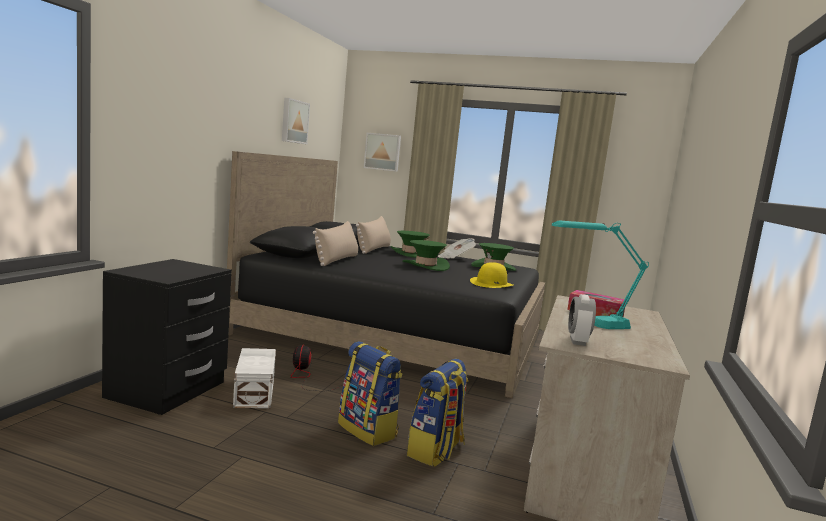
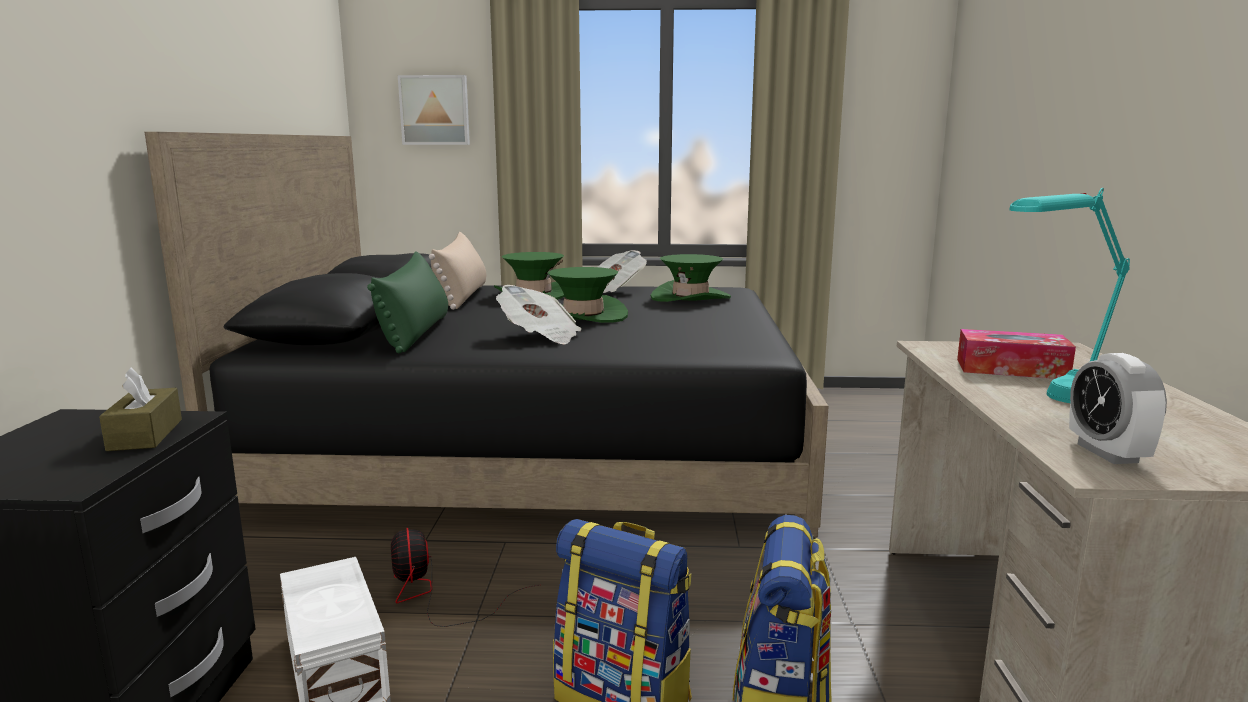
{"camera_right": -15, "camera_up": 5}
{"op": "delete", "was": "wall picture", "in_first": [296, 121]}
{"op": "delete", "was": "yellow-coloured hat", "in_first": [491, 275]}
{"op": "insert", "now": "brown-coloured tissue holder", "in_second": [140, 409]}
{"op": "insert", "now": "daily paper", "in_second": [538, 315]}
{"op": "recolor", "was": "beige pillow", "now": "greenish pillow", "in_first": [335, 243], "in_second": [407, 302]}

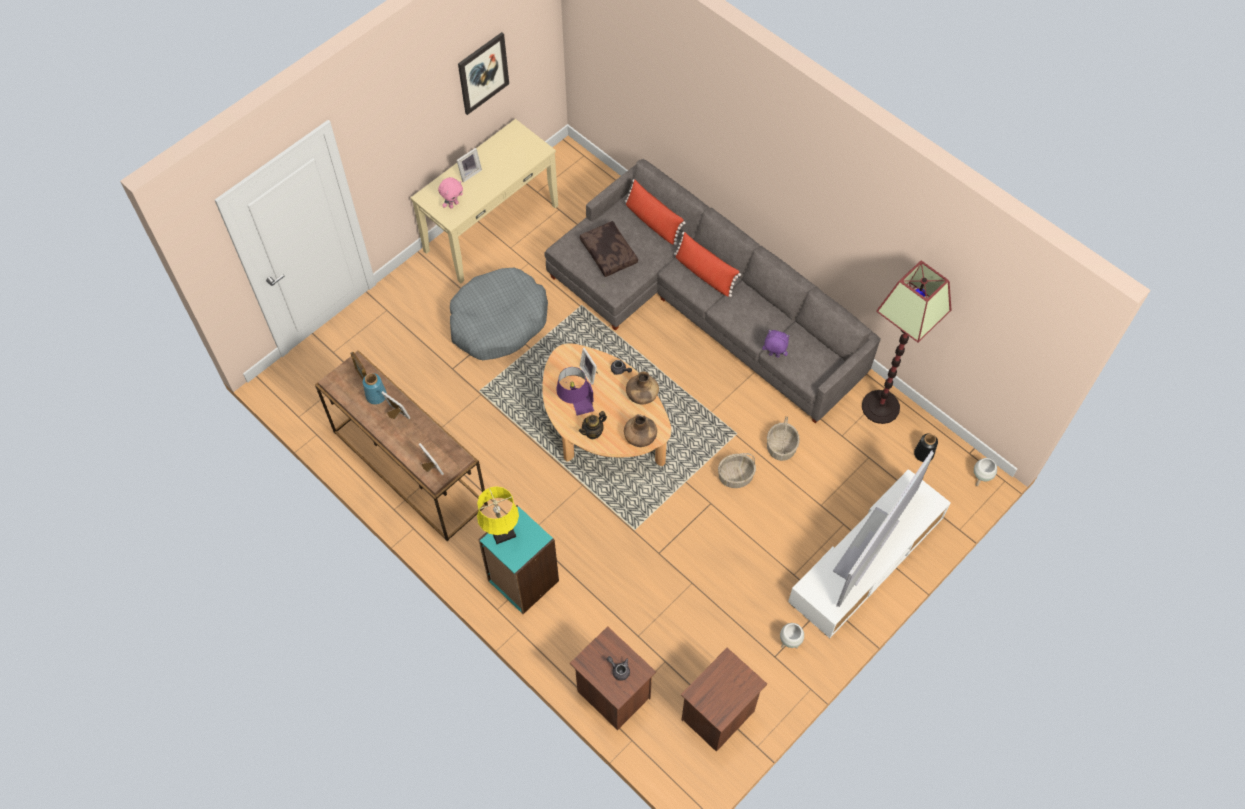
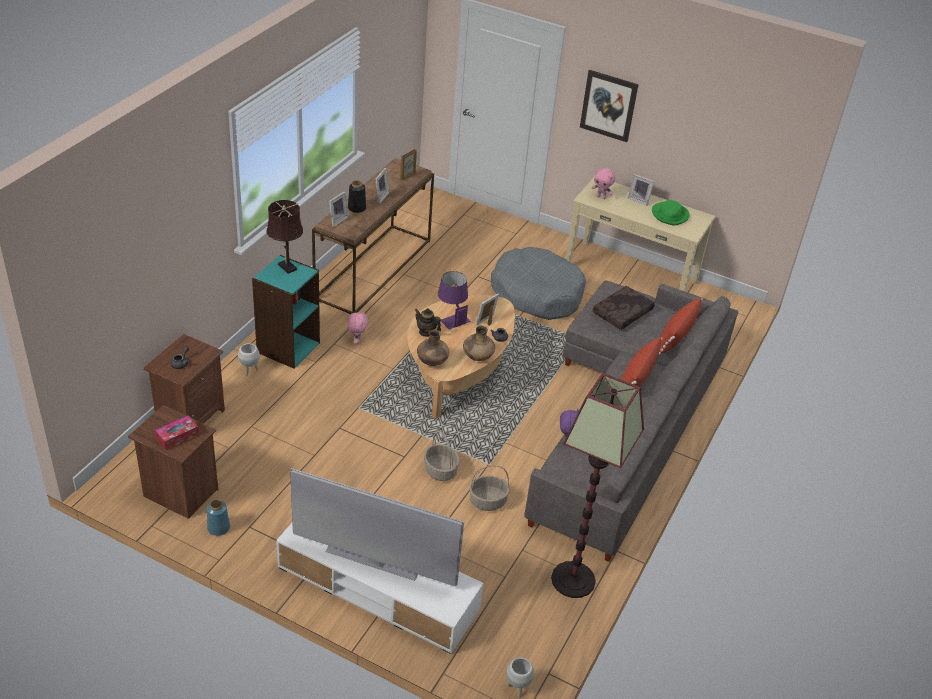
{"camera_right": 70, "camera_up": -20}
{"op": "insert", "now": "tissue holder", "in_second": [177, 432]}
{"op": "insert", "now": "pinkish cuddly toy", "in_second": [358, 327]}
{"op": "insert", "now": "greenish hat", "in_second": [671, 213]}
{"op": "move", "was": "blue decorative vase", "in_first": [375, 389], "in_second": [218, 517]}
{"op": "move", "was": "wall picture", "in_first": [483, 73], "in_second": [609, 106]}
{"op": "move", "was": "whitish planter", "in_first": [792, 636], "in_second": [249, 359]}
{"op": "move", "was": "black decorative vase", "in_first": [926, 448], "in_second": [357, 196]}
{"op": "recolor", "was": "yellow-coloured table lamp", "now": "brown-coloured table lamp", "in_first": [498, 515], "in_second": [285, 237]}

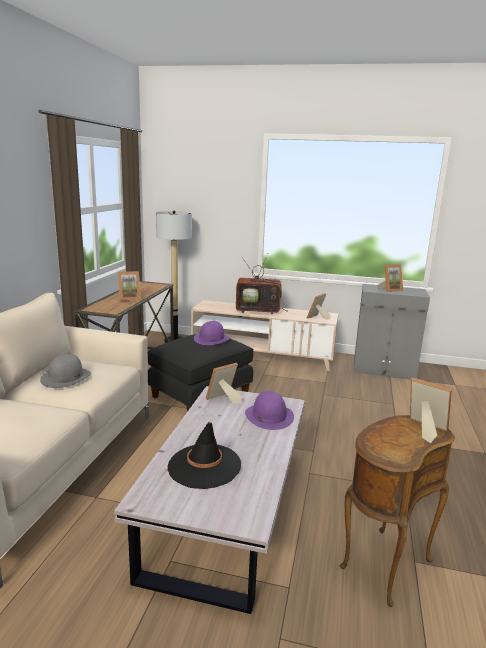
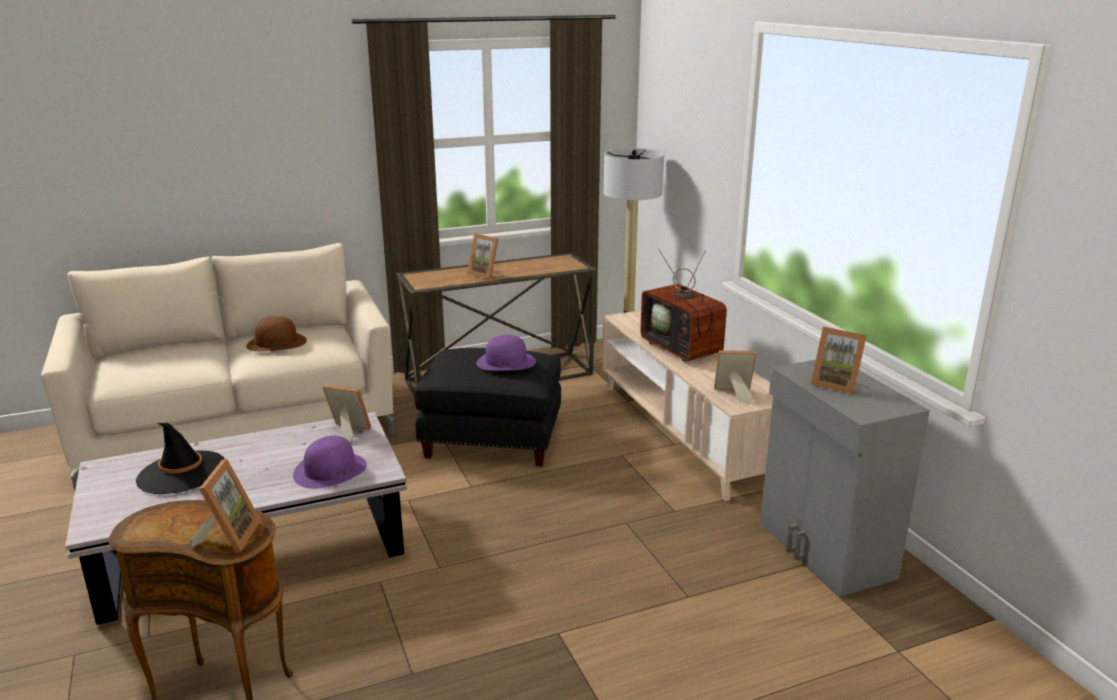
{"camera_right": 55, "camera_up": 5}
{"op": "recolor", "was": "grey hat", "now": "brown-coloured hat", "in_first": [65, 371], "in_second": [277, 334]}

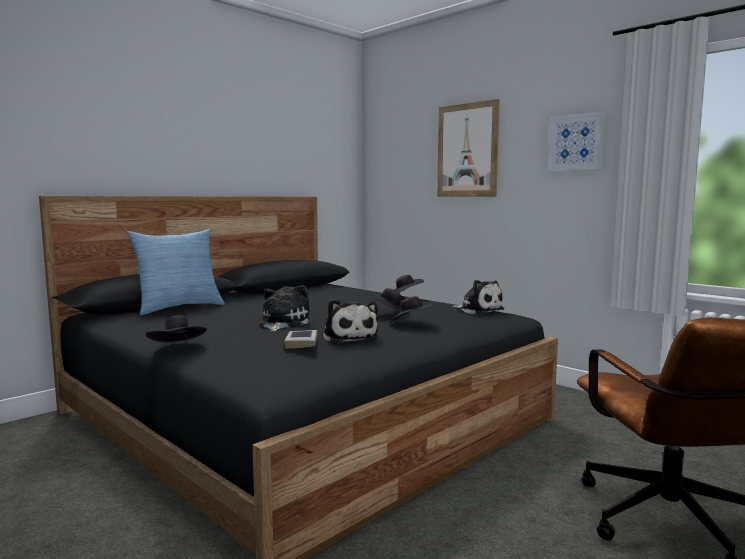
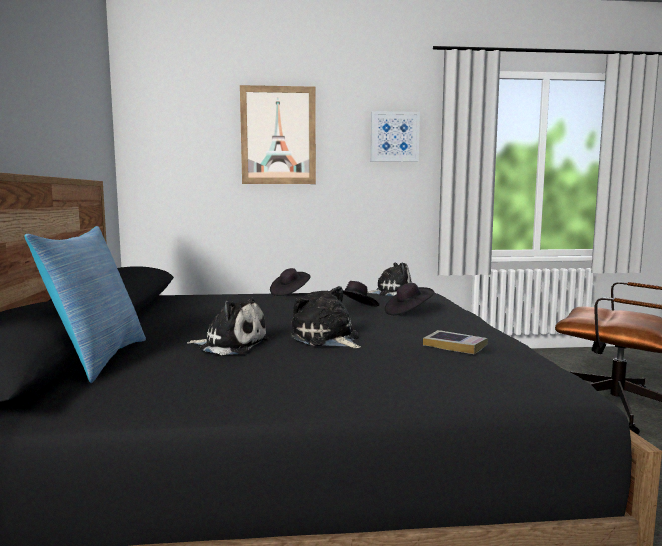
{"camera_right": -50, "camera_up": 0}
{"op": "delete", "was": "black hat", "in_first": [176, 329]}
{"op": "move", "was": "cuddly toy", "in_first": [350, 321], "in_second": [228, 326]}

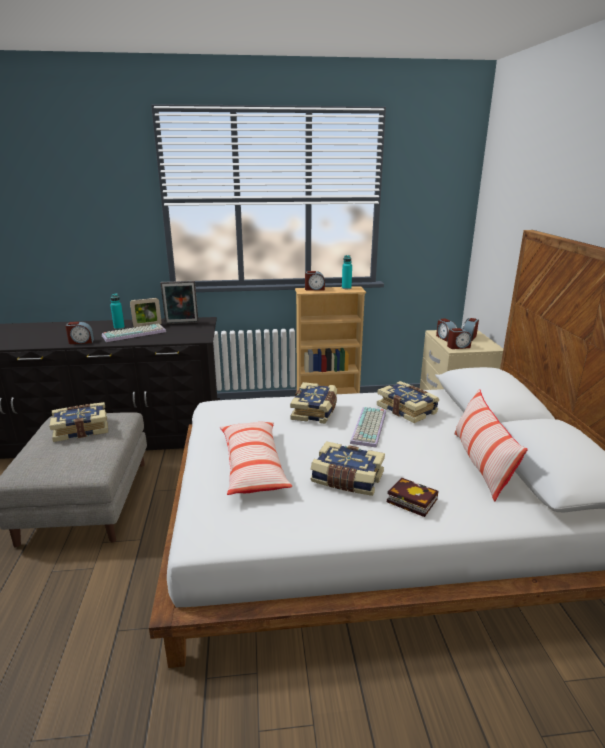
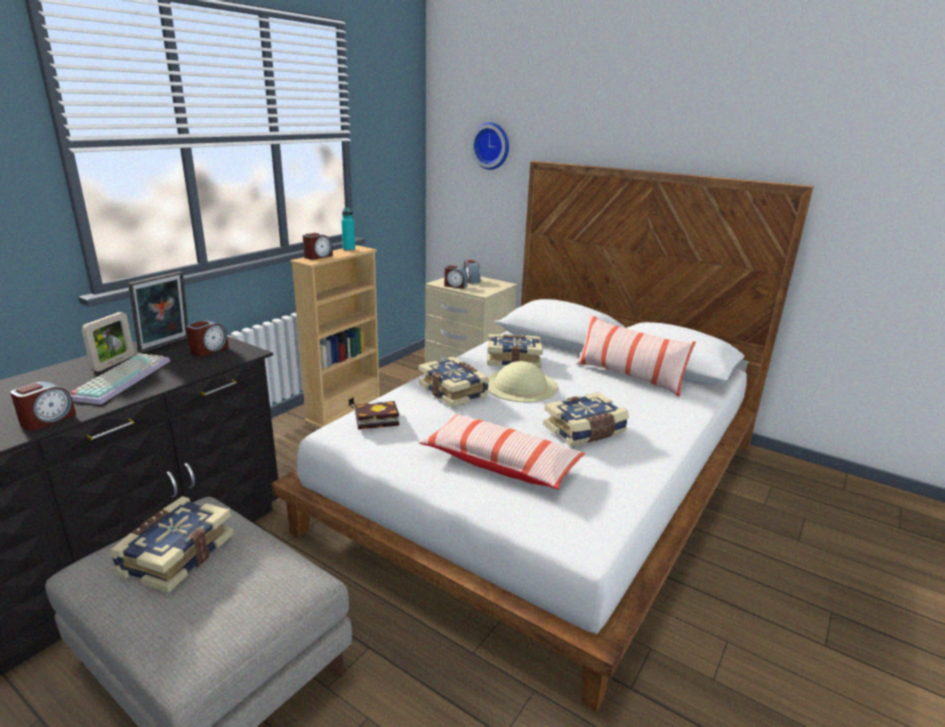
{"camera_right": -50, "camera_up": 0}
{"op": "delete", "was": "turquoise-coloured bottle", "in_first": [117, 311]}
{"op": "insert", "now": "hanging clock", "in_second": [490, 146]}
{"op": "move", "was": "volume", "in_first": [412, 497], "in_second": [377, 415]}
{"op": "move", "was": "bedside clock", "in_first": [459, 338], "in_second": [207, 338]}
{"op": "replace", "was": "keyboard", "now": "beige hat", "in_first": [368, 427], "in_second": [523, 381]}

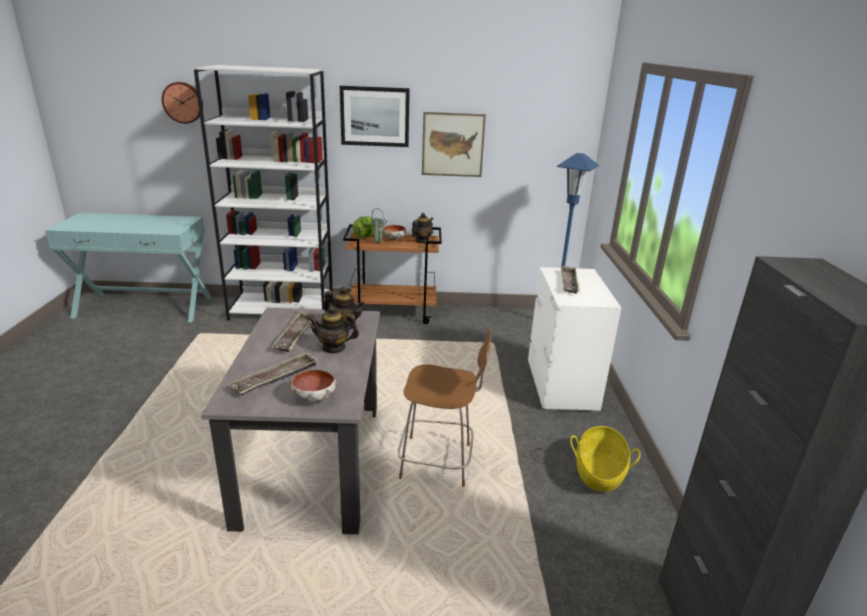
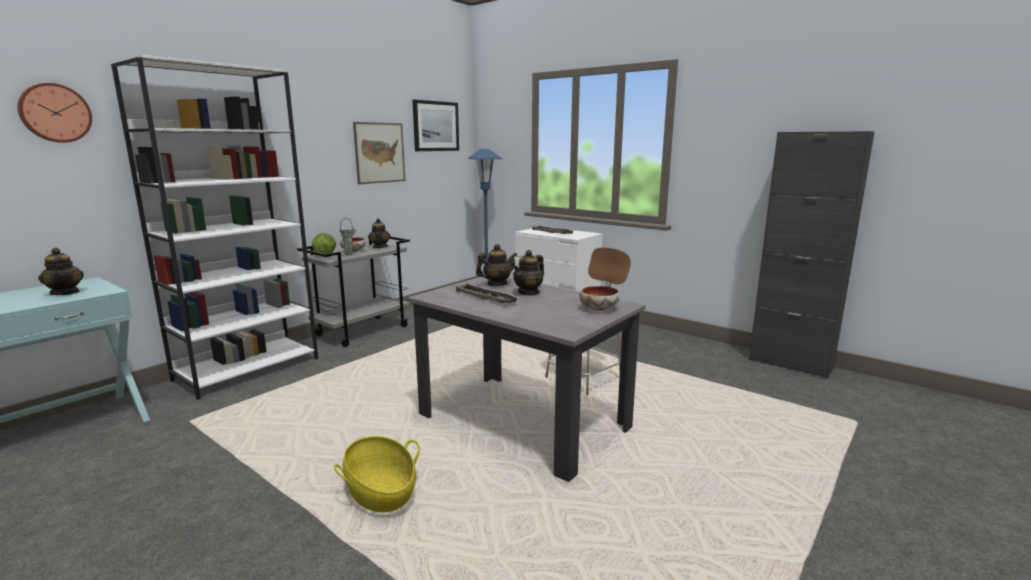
{"camera_right": -50, "camera_up": -10}
{"op": "delete", "was": "tray", "in_first": [273, 373]}
{"op": "insert", "now": "teapot", "in_second": [61, 271]}
{"op": "move", "was": "wall picture", "in_first": [375, 116], "in_second": [435, 125]}
{"op": "move", "was": "storage basket", "in_first": [605, 459], "in_second": [377, 474]}
{"op": "recolor", "was": "brown-coloured wheeled cart", "now": "grey wheeled cart", "in_first": [392, 274], "in_second": [353, 292]}

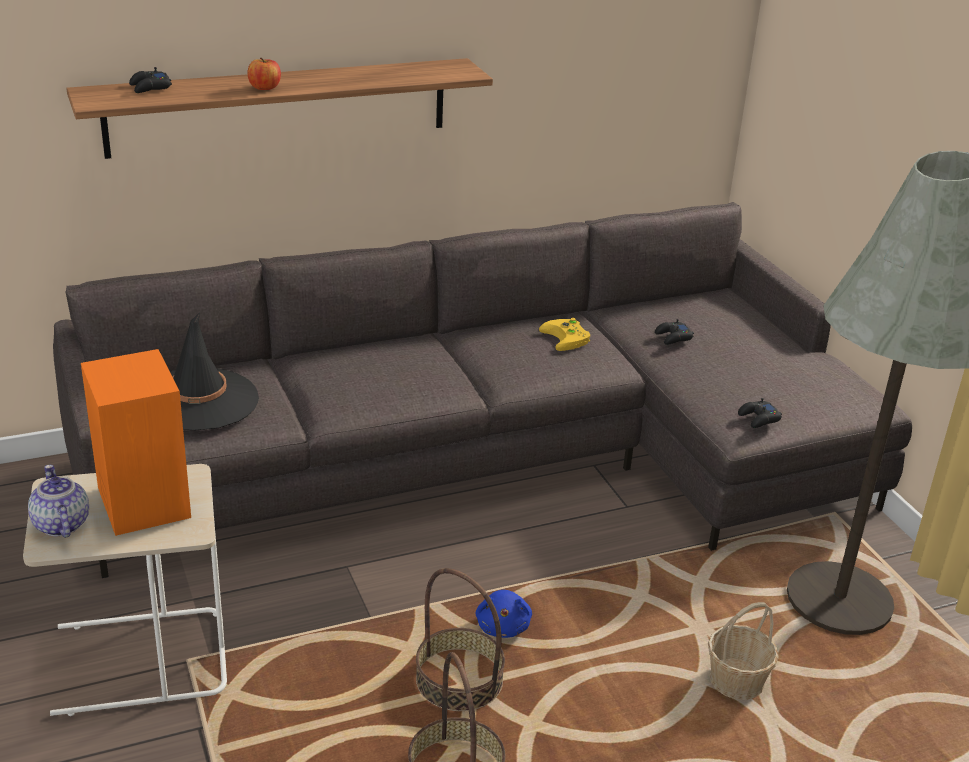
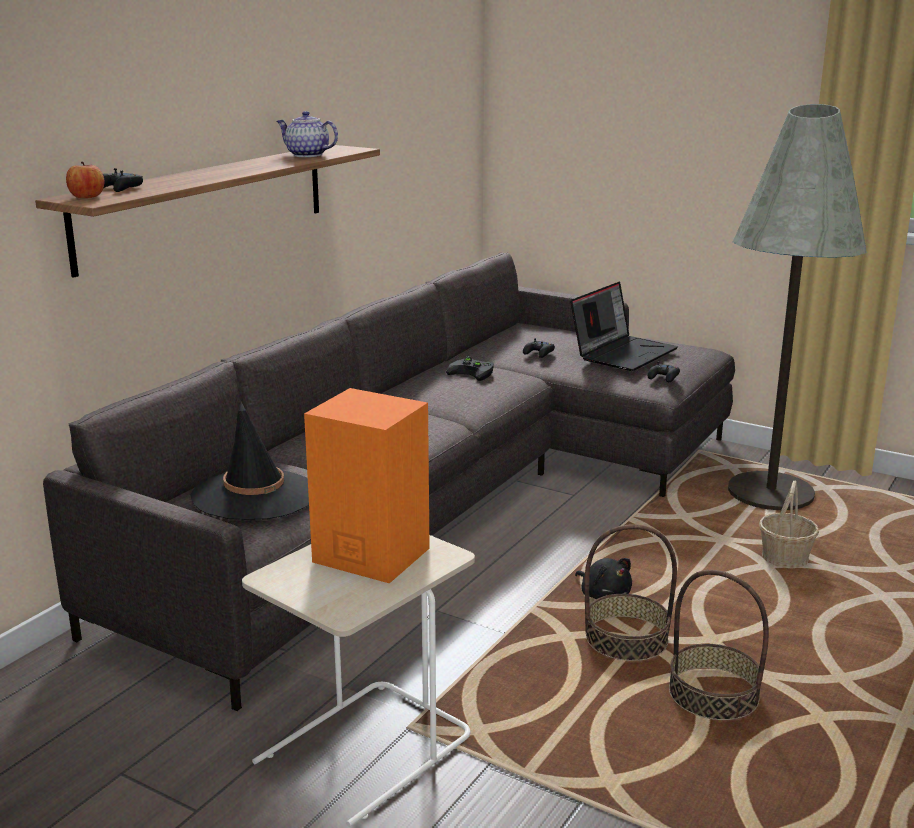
{"camera_right": -35, "camera_up": -10}
{"op": "insert", "now": "laptop", "in_second": [624, 326]}
{"op": "move", "was": "teapot", "in_first": [58, 501], "in_second": [307, 134]}
{"op": "move", "was": "whole apple", "in_first": [264, 74], "in_second": [85, 180]}
{"op": "recolor", "was": "blue cuddly toy", "now": "black cuddly toy", "in_first": [504, 614], "in_second": [603, 578]}
{"op": "recolor", "was": "yellow-coloured game controller", "now": "black game controller", "in_first": [564, 334], "in_second": [470, 368]}

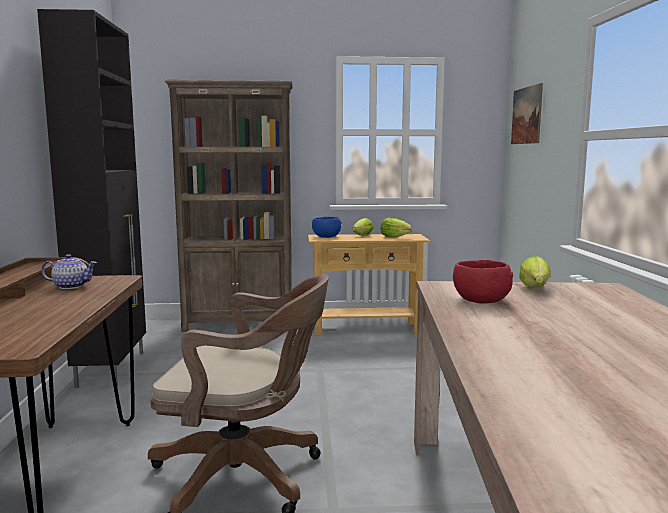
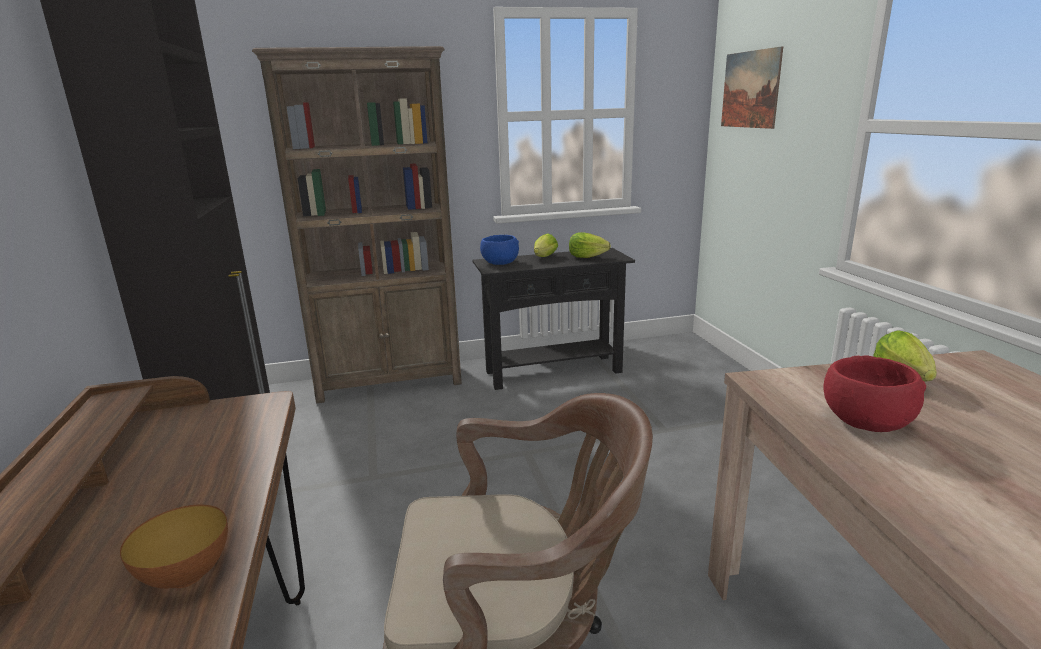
{"camera_right": -10, "camera_up": 10}
{"op": "delete", "was": "teapot", "in_first": [69, 271]}
{"op": "insert", "now": "serving bowl", "in_second": [174, 547]}
{"op": "recolor", "was": "beige hall table", "now": "black hall table", "in_first": [369, 284], "in_second": [554, 319]}

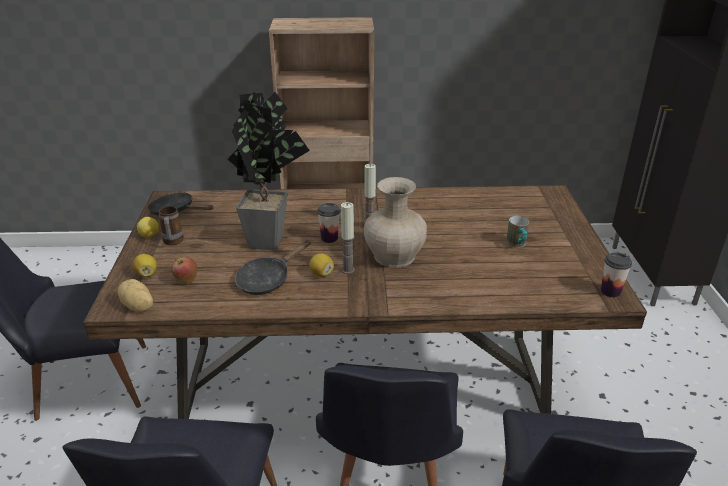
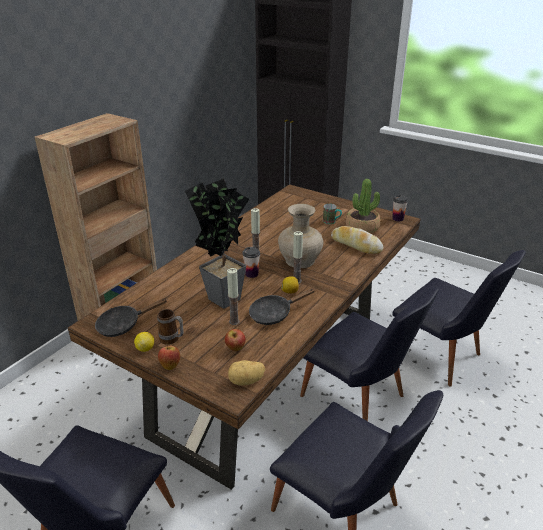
{"camera_right": -55, "camera_up": 0}
{"op": "delete", "was": "whole lemon", "in_first": [144, 265]}
{"op": "insert", "now": "whole apple", "in_second": [169, 356]}
{"op": "insert", "now": "wax light", "in_second": [233, 296]}
{"op": "insert", "now": "baked bread", "in_second": [357, 240]}
{"op": "insert", "now": "plant in a pot", "in_second": [363, 206]}
{"op": "rotate", "was": "black pan", "in_first": [273, 267], "in_second": [282, 306], "clockwise": 75}

